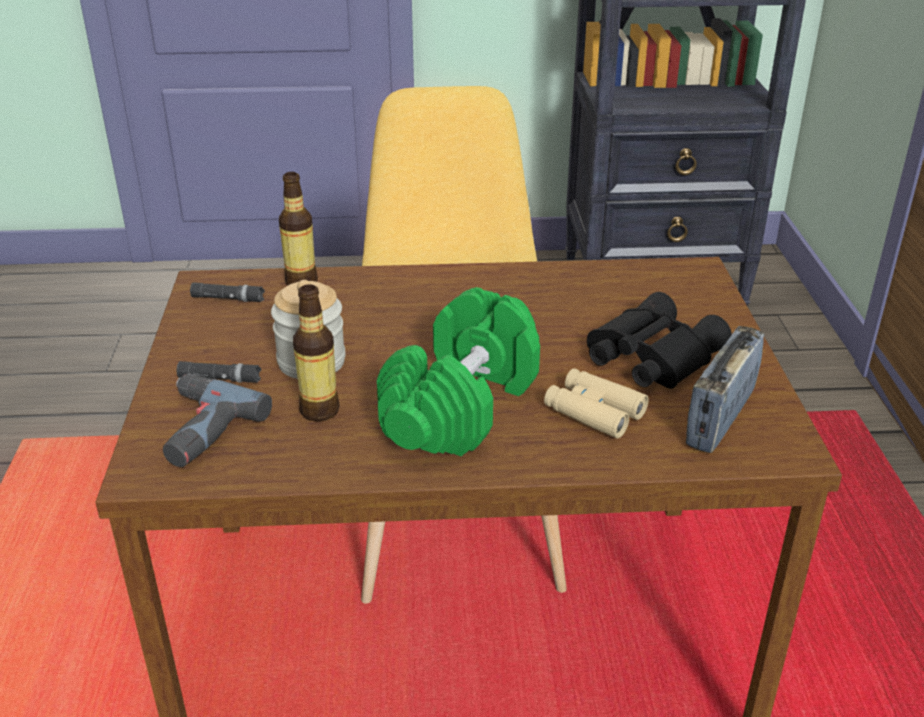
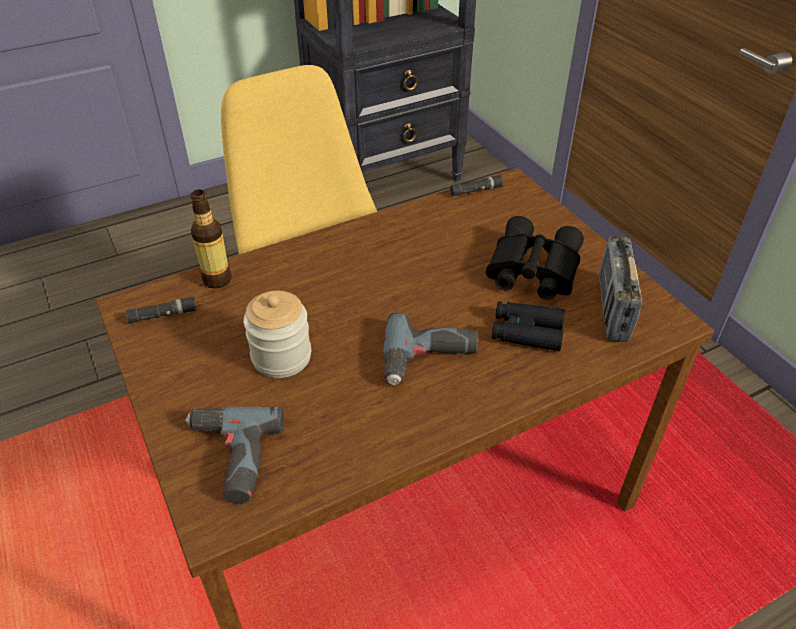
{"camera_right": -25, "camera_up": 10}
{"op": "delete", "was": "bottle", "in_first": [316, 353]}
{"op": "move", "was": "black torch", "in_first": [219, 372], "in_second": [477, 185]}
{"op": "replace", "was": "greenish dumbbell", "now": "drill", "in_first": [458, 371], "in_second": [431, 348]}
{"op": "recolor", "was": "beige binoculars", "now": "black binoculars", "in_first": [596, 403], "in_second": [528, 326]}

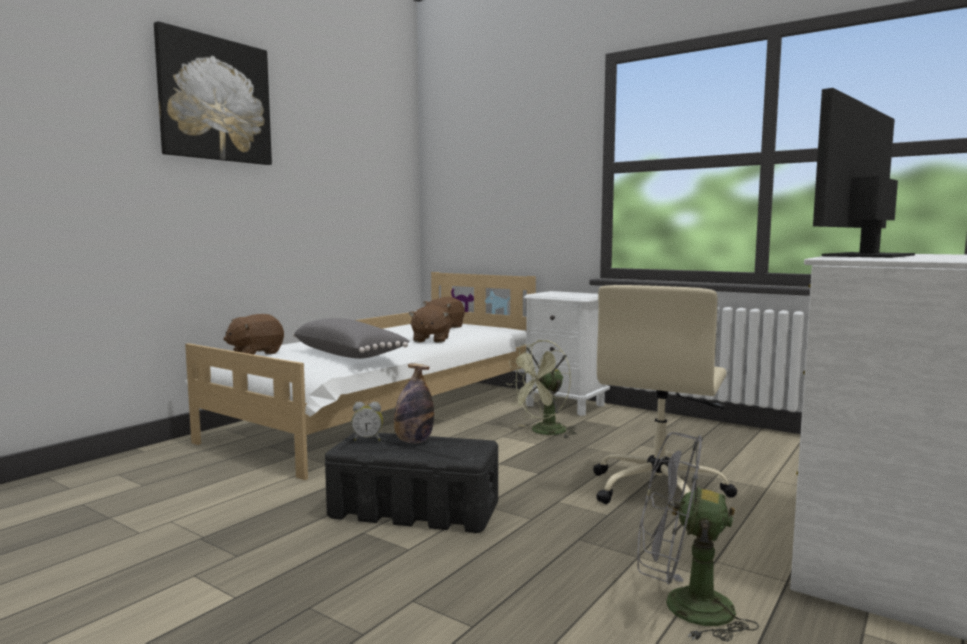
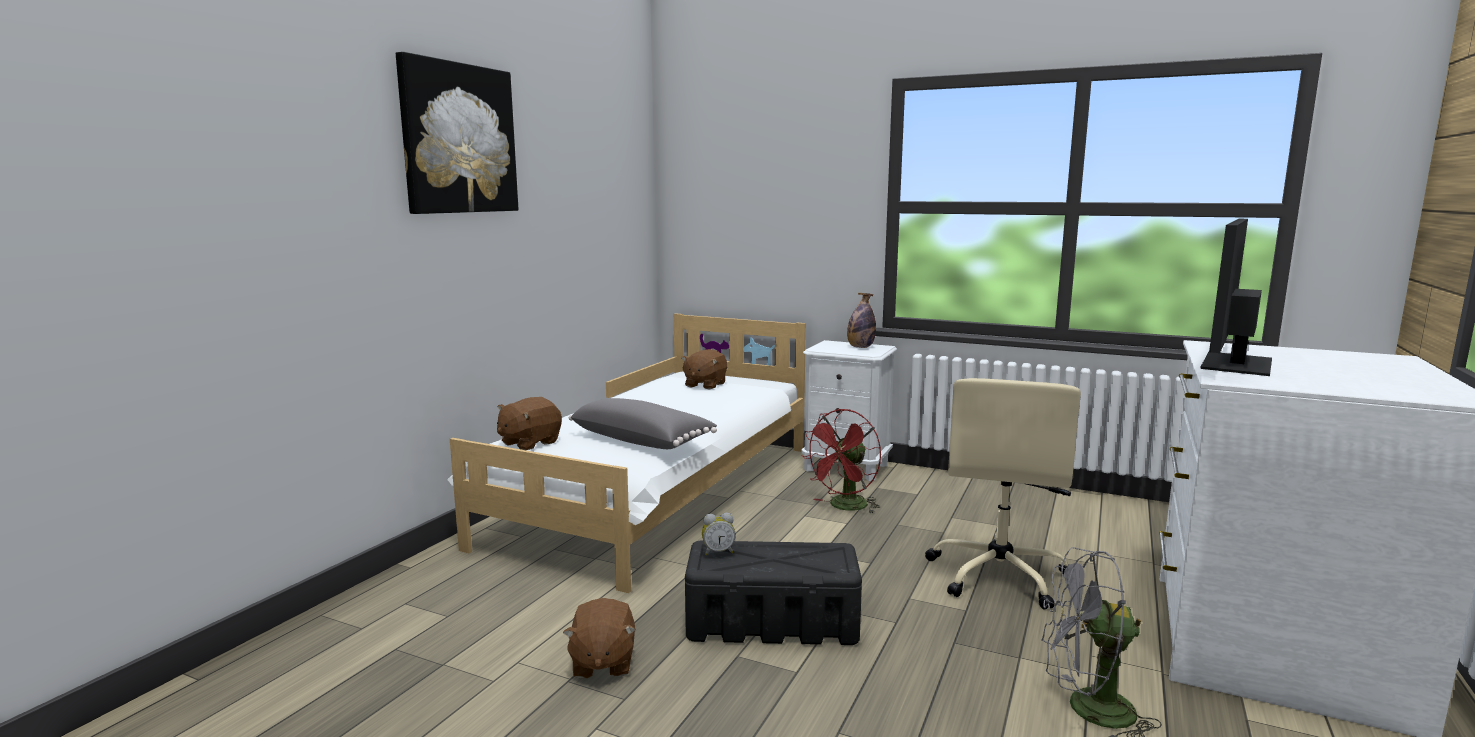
{"camera_right": -10, "camera_up": 5}
{"op": "move", "was": "bottle", "in_first": [414, 403], "in_second": [861, 320]}
{"op": "move", "was": "brown-coloured cuddly toy", "in_first": [429, 324], "in_second": [599, 638]}
{"op": "recolor", "was": "greenish cooling fan", "now": "red cooling fan", "in_first": [541, 389], "in_second": [841, 461]}

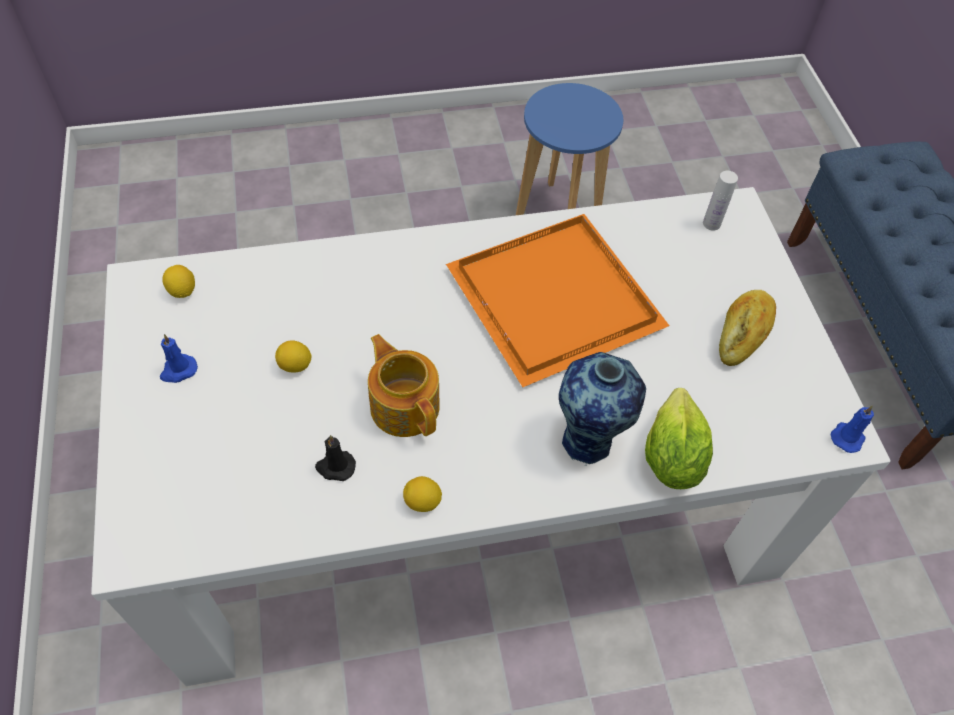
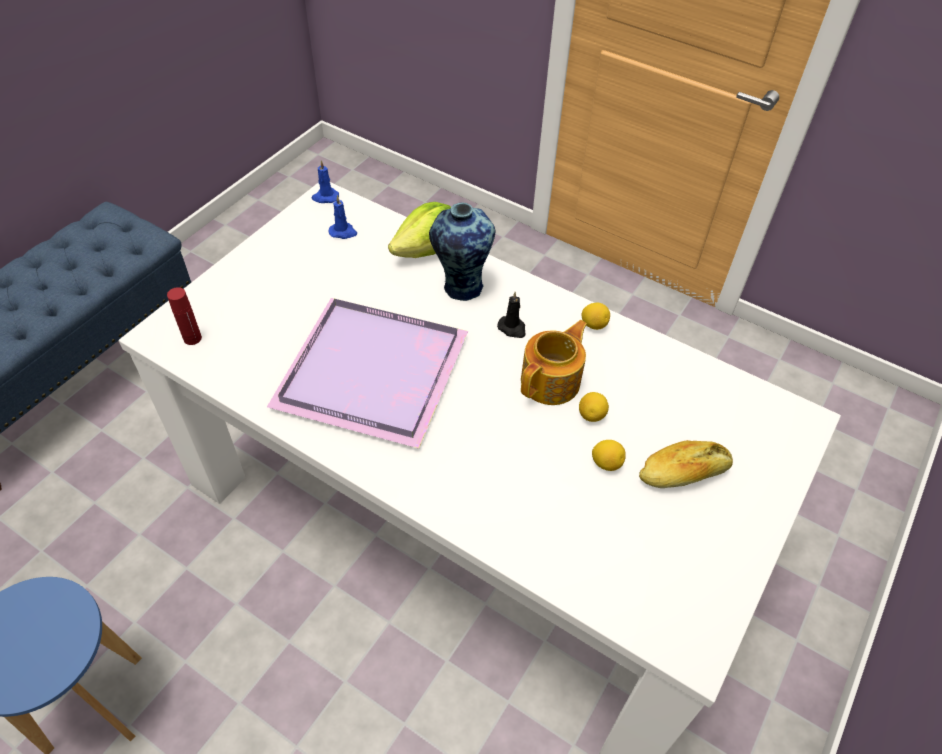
{"camera_right": -135, "camera_up": -5}
{"op": "move", "was": "blue wax light", "in_first": [179, 358], "in_second": [343, 217]}
{"op": "move", "was": "whole lemon", "in_first": [178, 281], "in_second": [594, 407]}
{"op": "move", "was": "black wax light", "in_first": [335, 458], "in_second": [511, 315]}
{"op": "move", "was": "baked bread", "in_first": [747, 328], "in_second": [686, 464]}
{"op": "recolor", "was": "orangey tray", "now": "purple-coloured tray", "in_first": [557, 300], "in_second": [367, 373]}
{"op": "recolor", "was": "whitish bottle", "now": "red bottle", "in_first": [720, 200], "in_second": [184, 316]}
{"op": "rotate", "was": "teapot", "in_first": [404, 385], "in_second": [554, 362], "clockwise": -150}

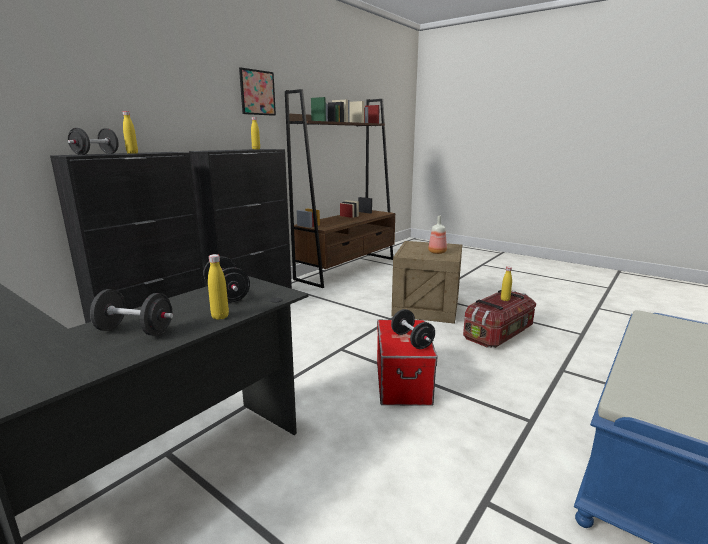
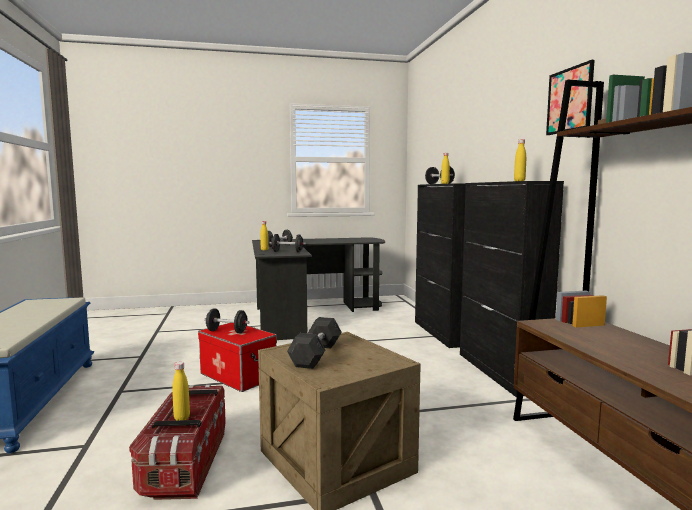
{"camera_right": 130, "camera_up": -10}
{"op": "replace", "was": "bottle", "now": "grey dumbbell", "in_first": [437, 234], "in_second": [314, 343]}

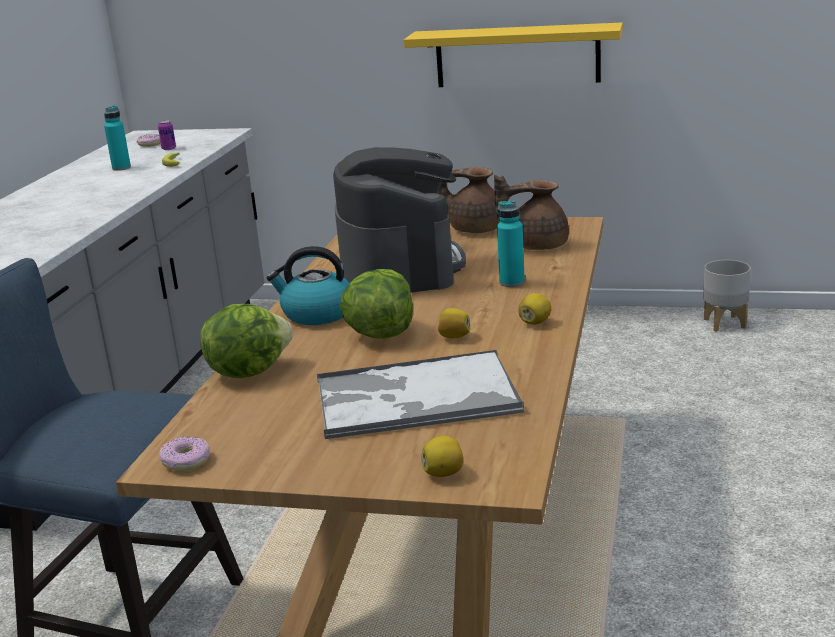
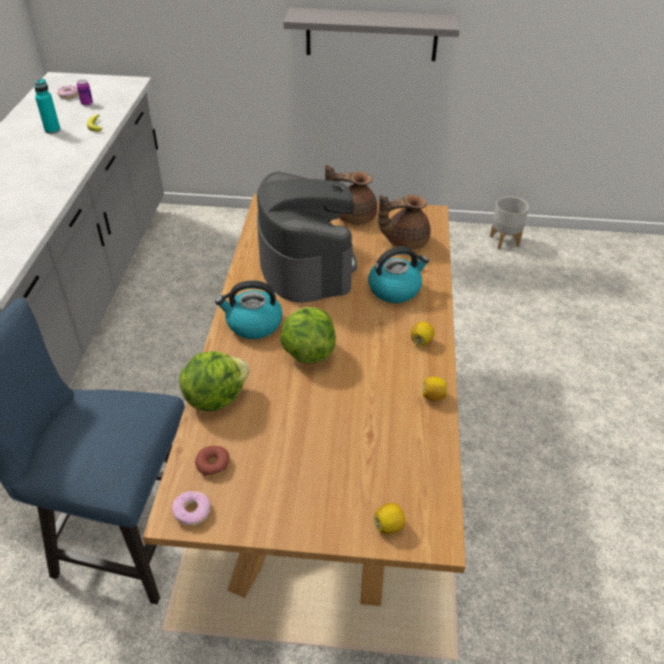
{"camera_right": -10, "camera_up": 20}
{"op": "delete", "was": "tray", "in_first": [420, 394]}
{"op": "insert", "now": "ring doughnut", "in_second": [212, 461]}
{"op": "move", "was": "whole lemon", "in_first": [454, 323], "in_second": [434, 388]}
{"op": "replace", "was": "turquoise-coloured bottle", "now": "water kettle", "in_first": [511, 243], "in_second": [398, 275]}
{"op": "recolor", "was": "yellow-coloured bracket shelf", "now": "grey bracket shelf", "in_first": [513, 55], "in_second": [371, 34]}

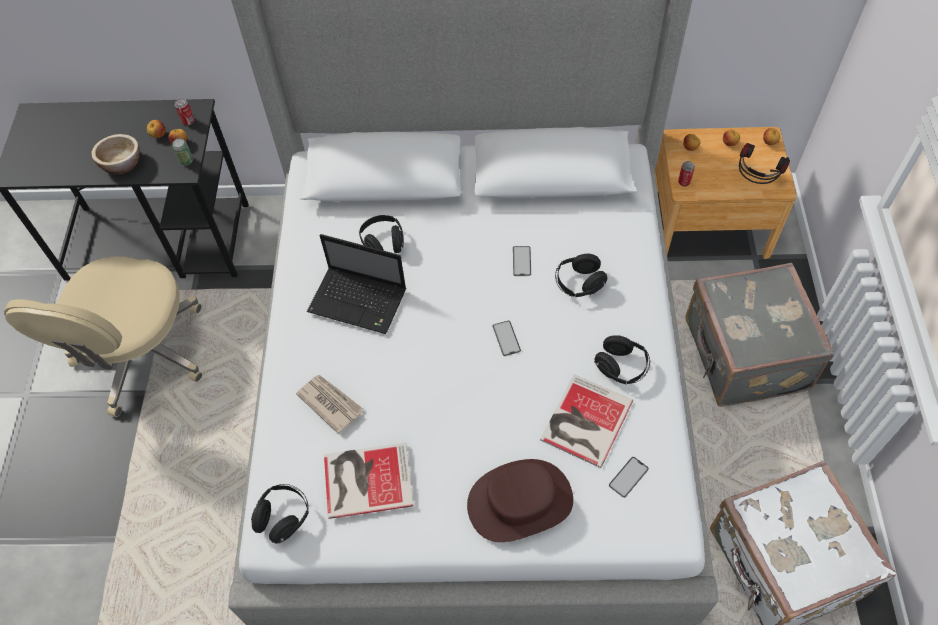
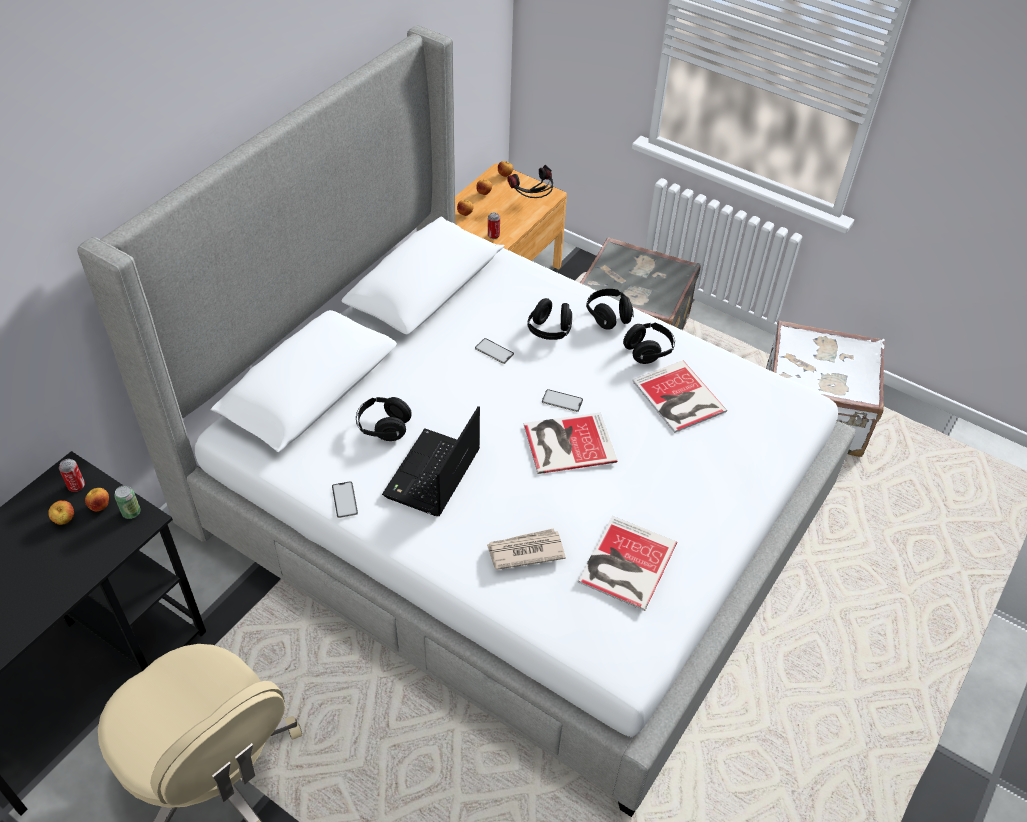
{"camera_right": -60, "camera_up": -10}
{"op": "delete", "was": "serving bowl", "in_first": [115, 154]}
{"op": "delete", "was": "brown-coloured hat", "in_first": [520, 500]}
{"op": "insert", "now": "volume", "in_second": [570, 443]}
{"op": "move", "was": "black headset", "in_first": [280, 514], "in_second": [610, 309]}
{"op": "move", "was": "phone", "in_first": [629, 477], "in_second": [345, 500]}
{"op": "rotate", "was": "laptop", "in_first": [356, 284], "in_second": [431, 461], "clockwise": 150}

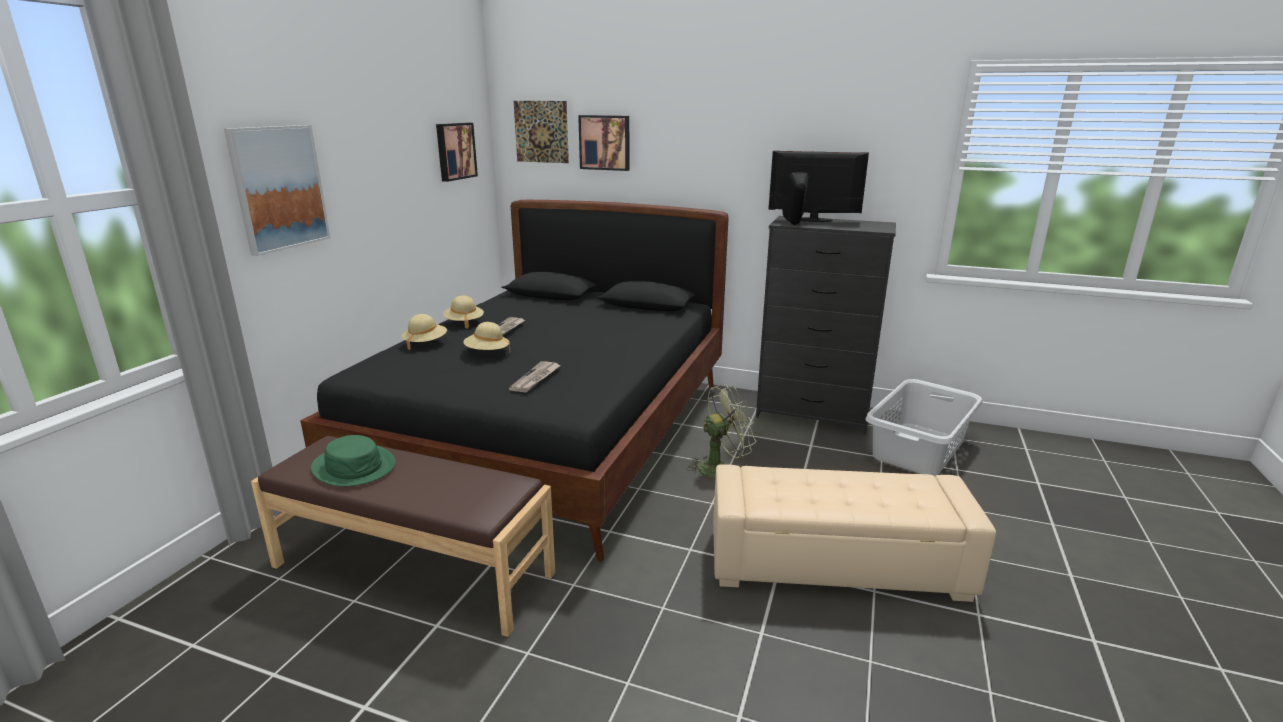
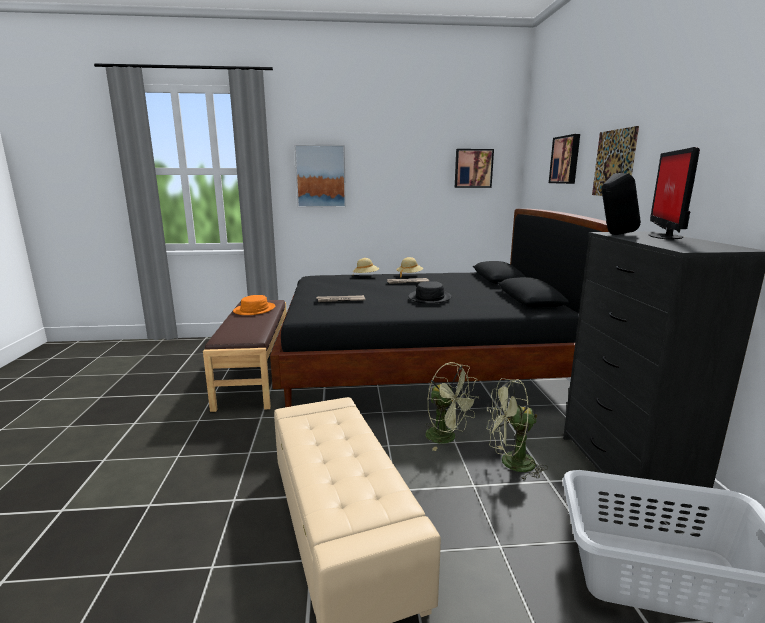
{"camera_right": 65, "camera_up": -5}
{"op": "delete", "was": "beige hat", "in_first": [486, 336]}
{"op": "insert", "now": "black hat", "in_second": [429, 292]}
{"op": "insert", "now": "greenish cooling fan", "in_second": [517, 429]}
{"op": "move", "was": "wall picture", "in_first": [541, 132], "in_second": [615, 161]}
{"op": "recolor", "was": "greenish hat", "now": "orangey hat", "in_first": [353, 460], "in_second": [254, 305]}
{"op": "rotate", "was": "computer display", "in_first": [818, 186], "in_second": [674, 193], "clockwise": -150}

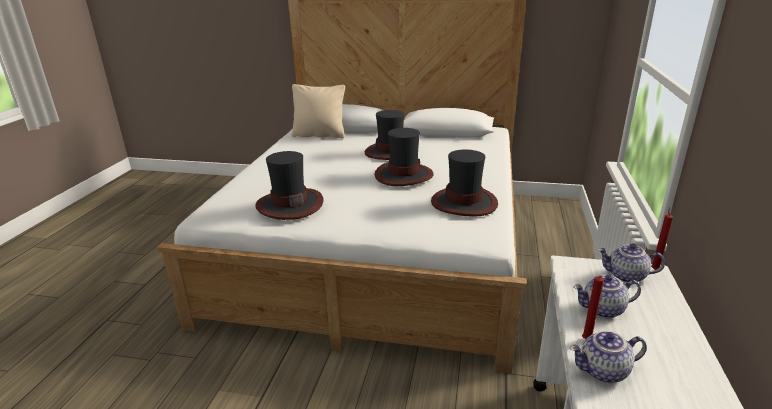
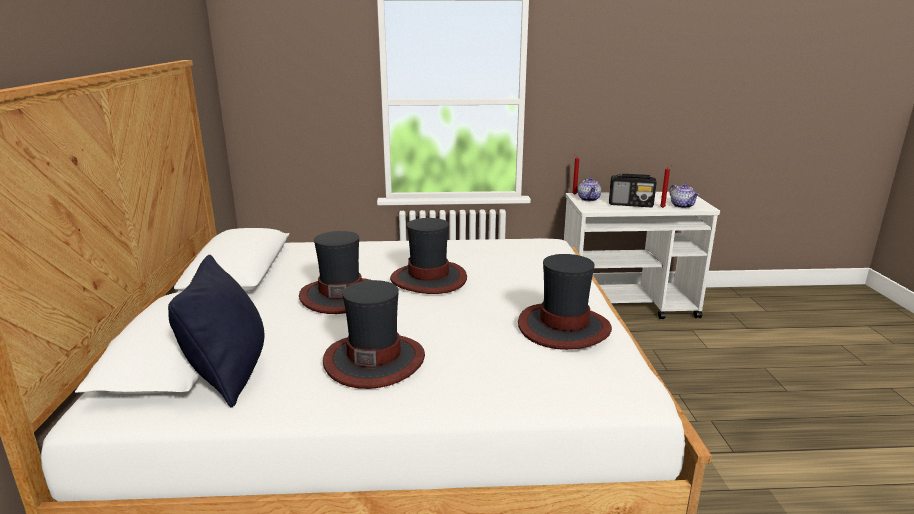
{"camera_right": -105, "camera_up": -5}
{"op": "move", "was": "hat", "in_first": [464, 183], "in_second": [374, 334]}
{"op": "replace", "was": "teapot", "now": "radio receiver", "in_first": [607, 296], "in_second": [633, 190]}
{"op": "recolor", "was": "beige pillow", "now": "black pillow", "in_first": [318, 111], "in_second": [216, 331]}

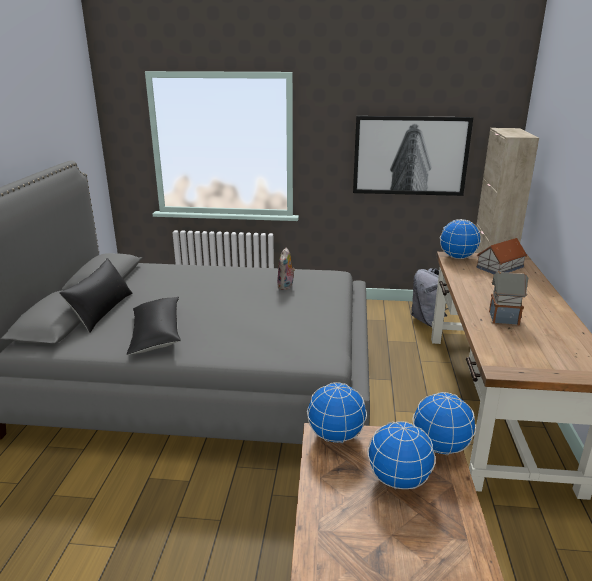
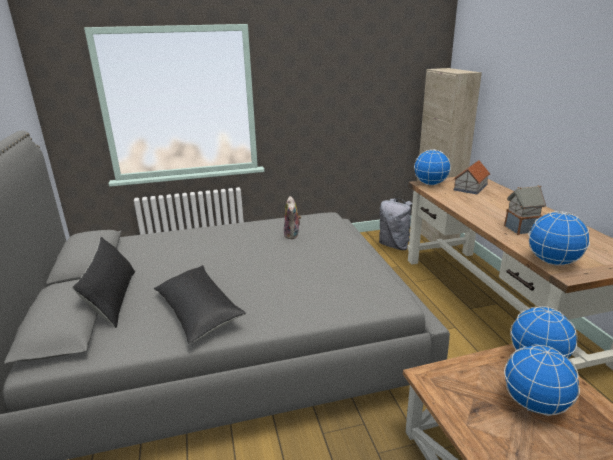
{"camera_right": -20, "camera_up": 0}
{"op": "delete", "was": "wall picture", "in_first": [413, 156]}
{"op": "move", "was": "desk globe", "in_first": [337, 412], "in_second": [559, 238]}

